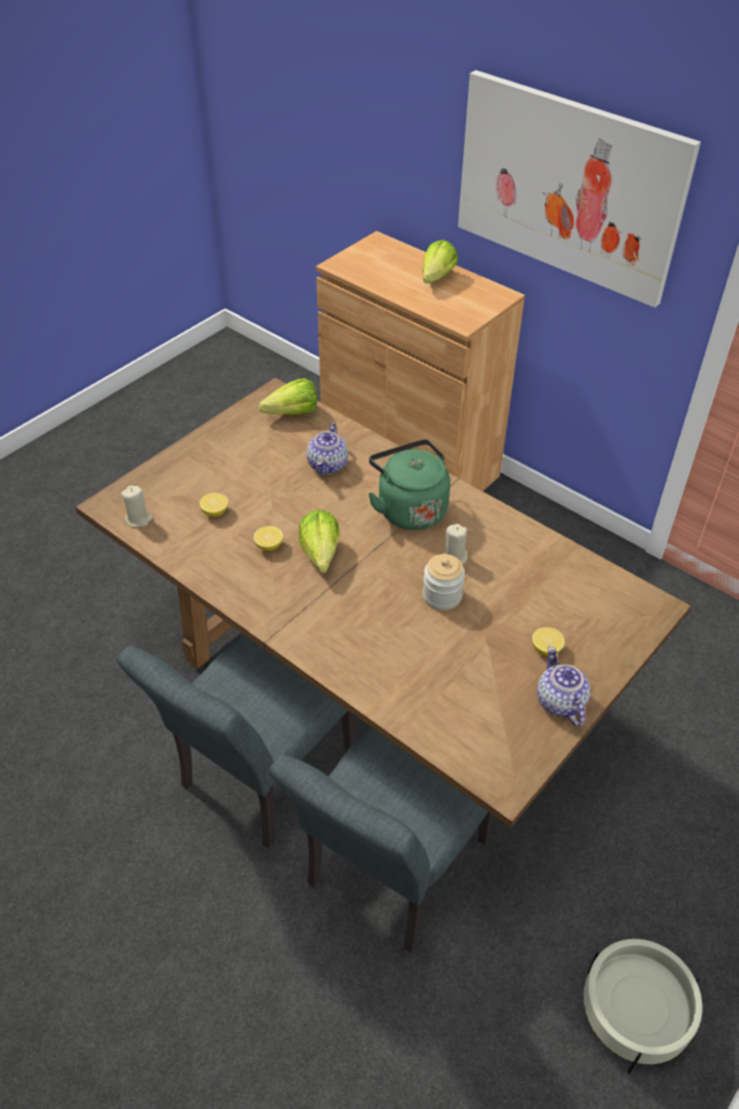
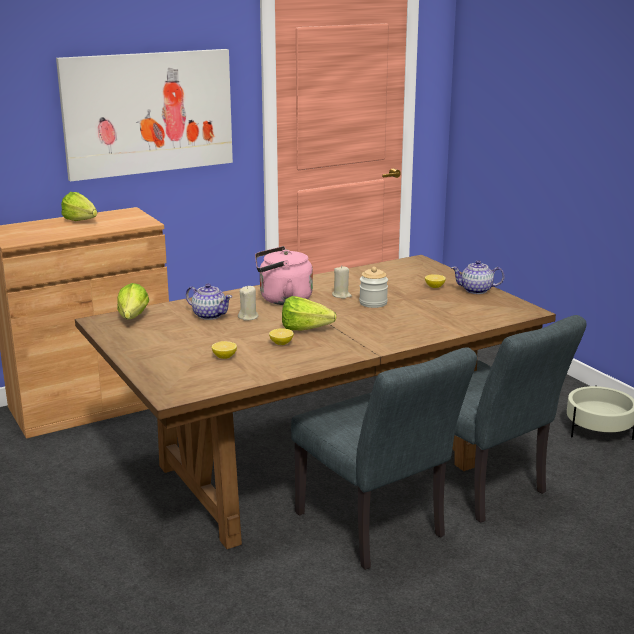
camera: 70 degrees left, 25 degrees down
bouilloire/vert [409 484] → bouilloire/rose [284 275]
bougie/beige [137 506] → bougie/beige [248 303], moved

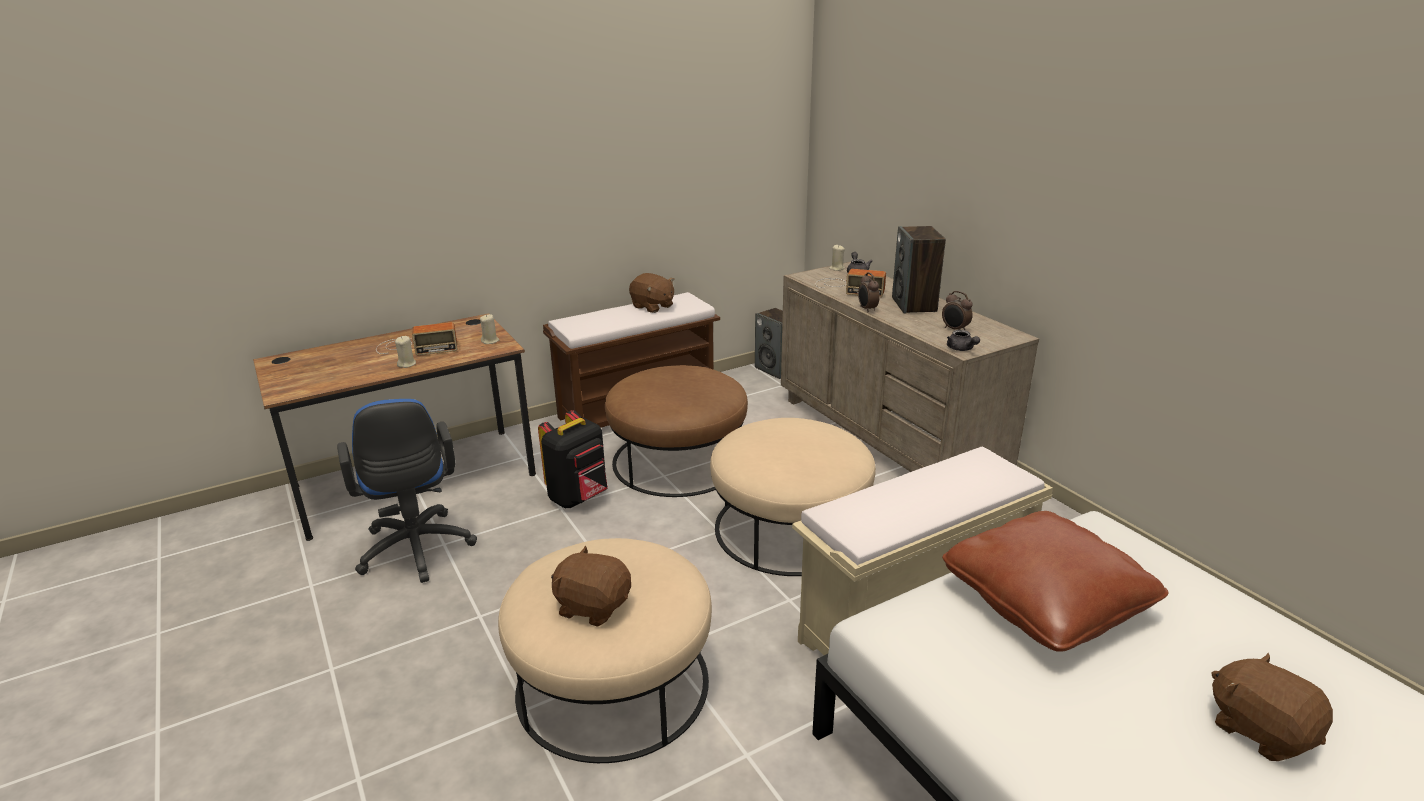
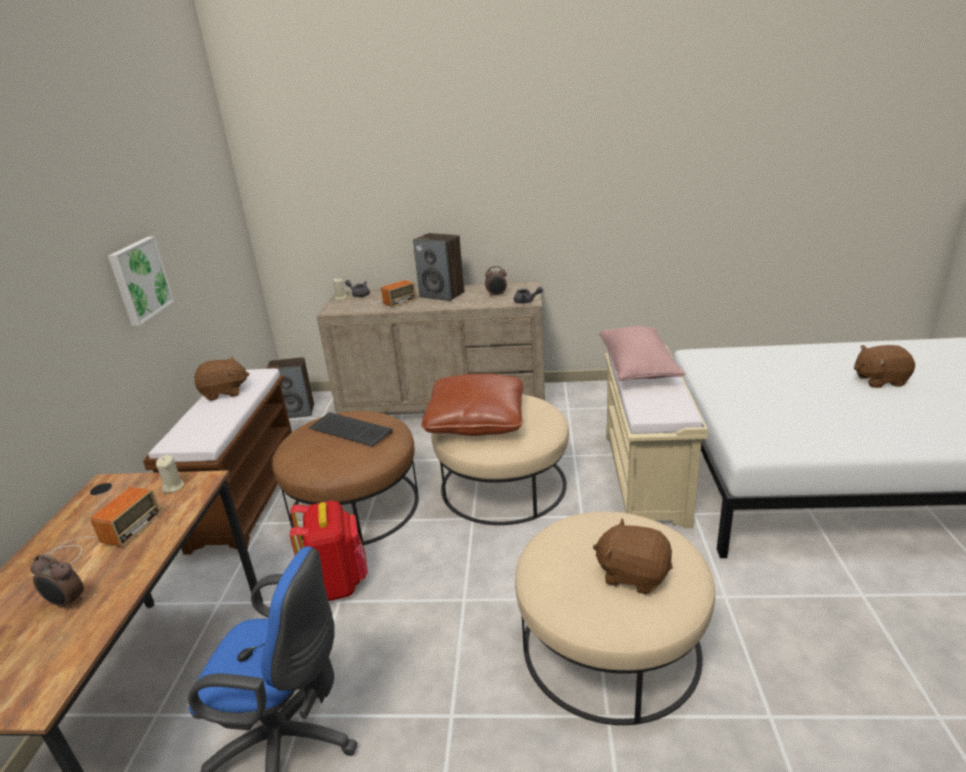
camera: 55 degrees left, 0 degrees up
réveil [869 292] → réveil [57 581], moved
bougie/beige [405 352] → -
sac à dos/noir [573 459] → sac à dos/rouge [329 551]
coussin/marron [1055 581] → coussin/marron [473 404], moved
peluche/marron [591 586] → peluche/marron [633 556], 60 degrees clockwise
- → tableau [141 281]
- → coussin/rose [642 353]
- → clavier [351 429]

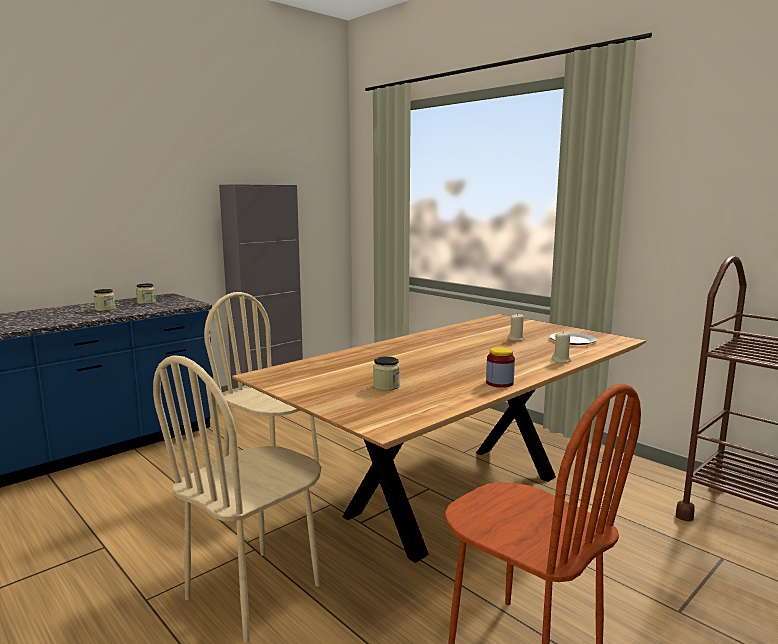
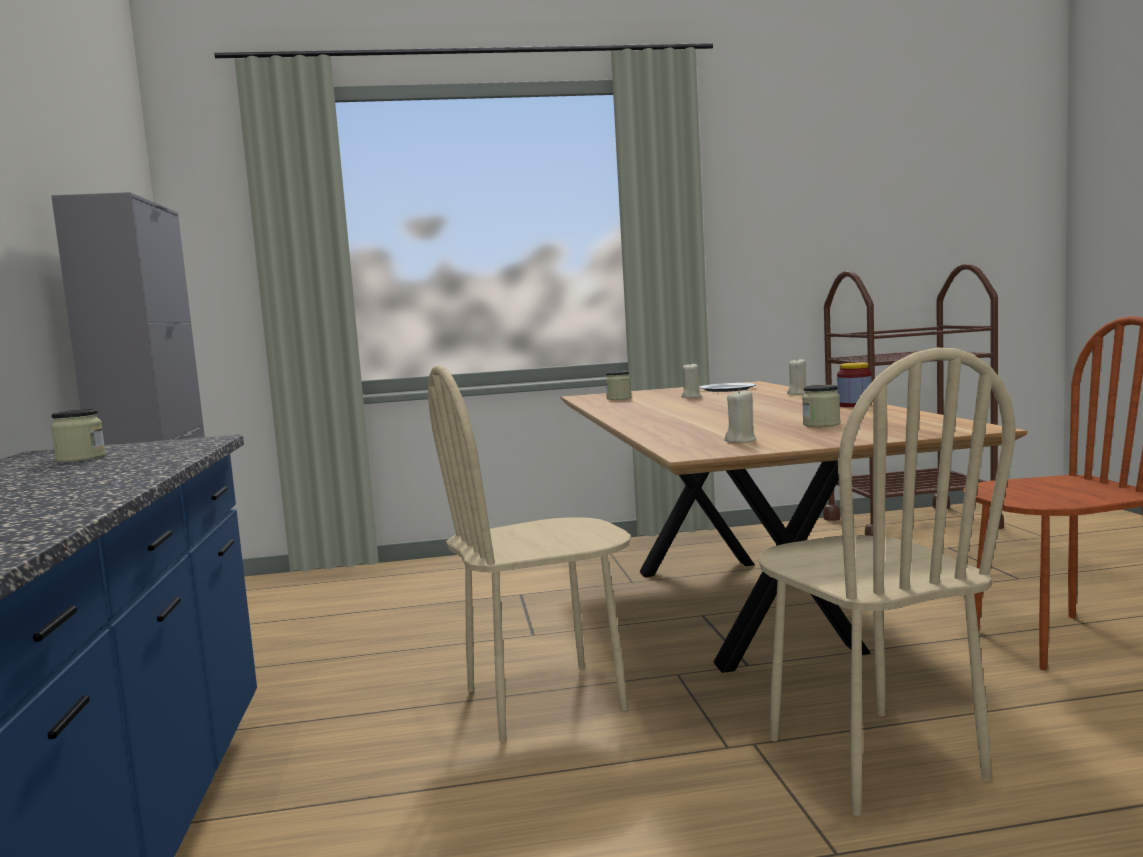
camera: 55 degrees left, 5 degrees down
bocal [105 300] → bocal [618 385], moved
- → bougie/beige [740 416]

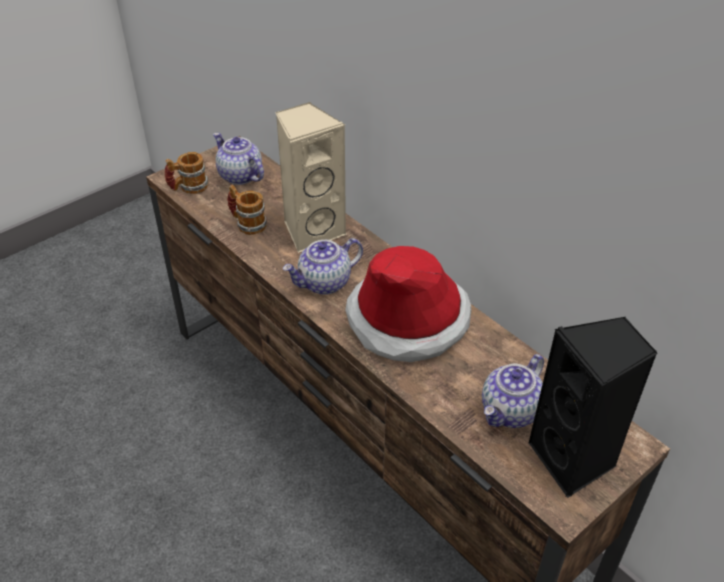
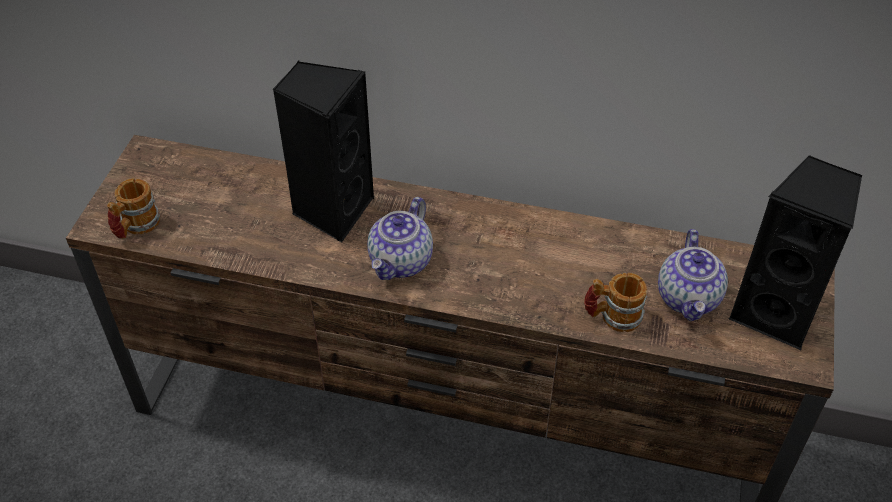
camera: 35 degrees left, 5 degrees up
enceinte/beige [311 177] → enceinte/noir [323 152]
théière [238 159] → -
mug [247 210] → mug [615 302], moved
chapeau [408 304] → -

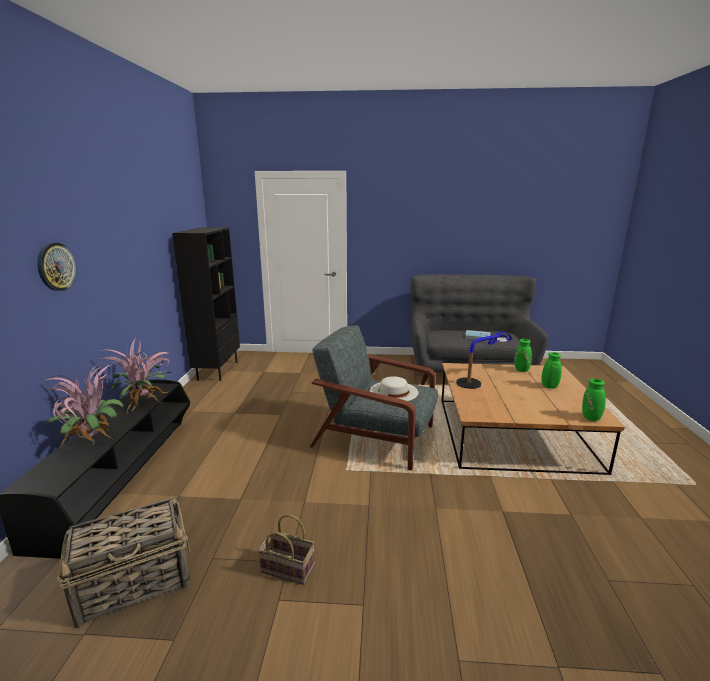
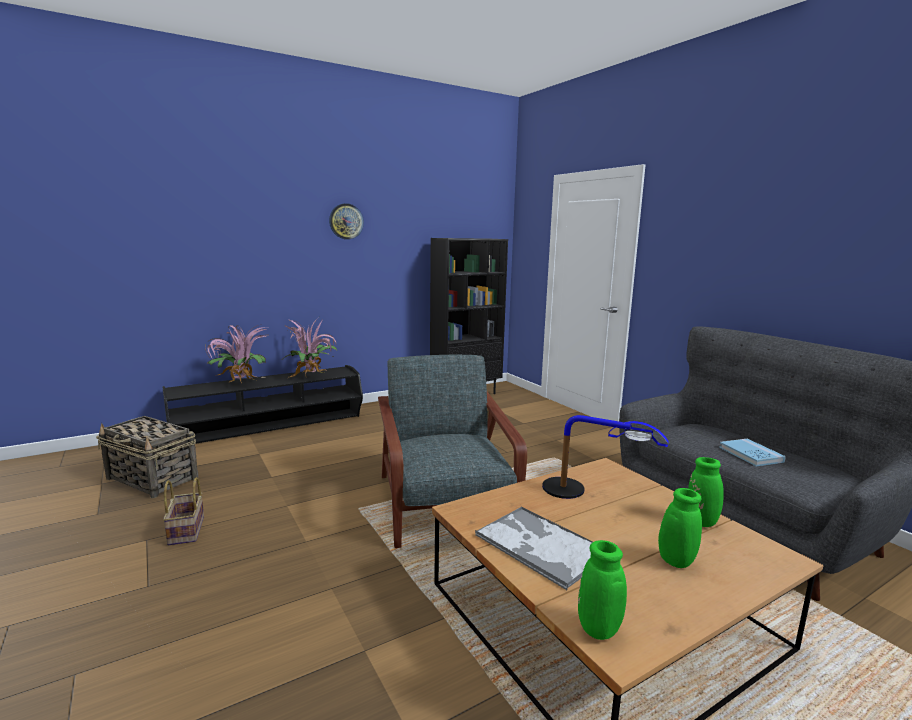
camera: 55 degrees right, 5 degrees down
horloge murale [57 266] → horloge murale [346 221], moved
chapeau/blanc [394 388] → -
- → plateau [534 548]

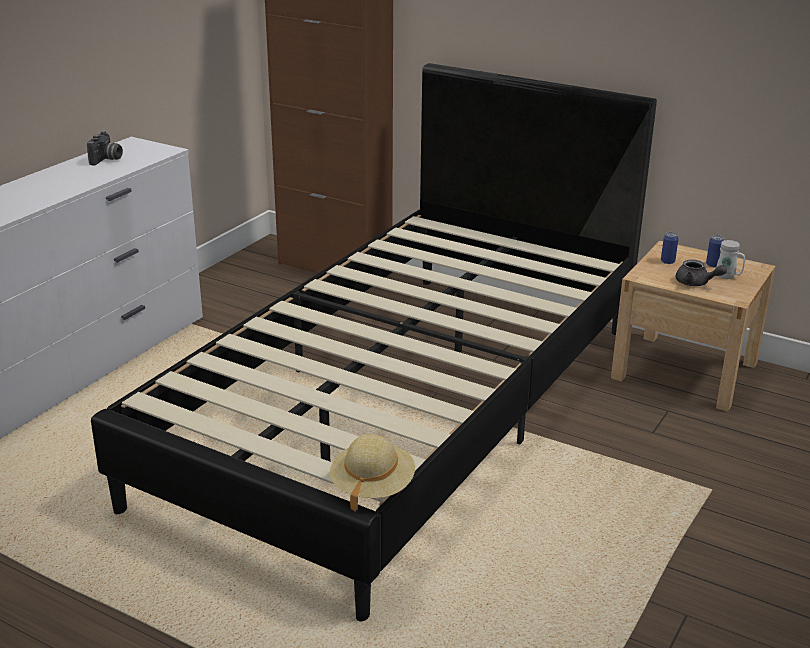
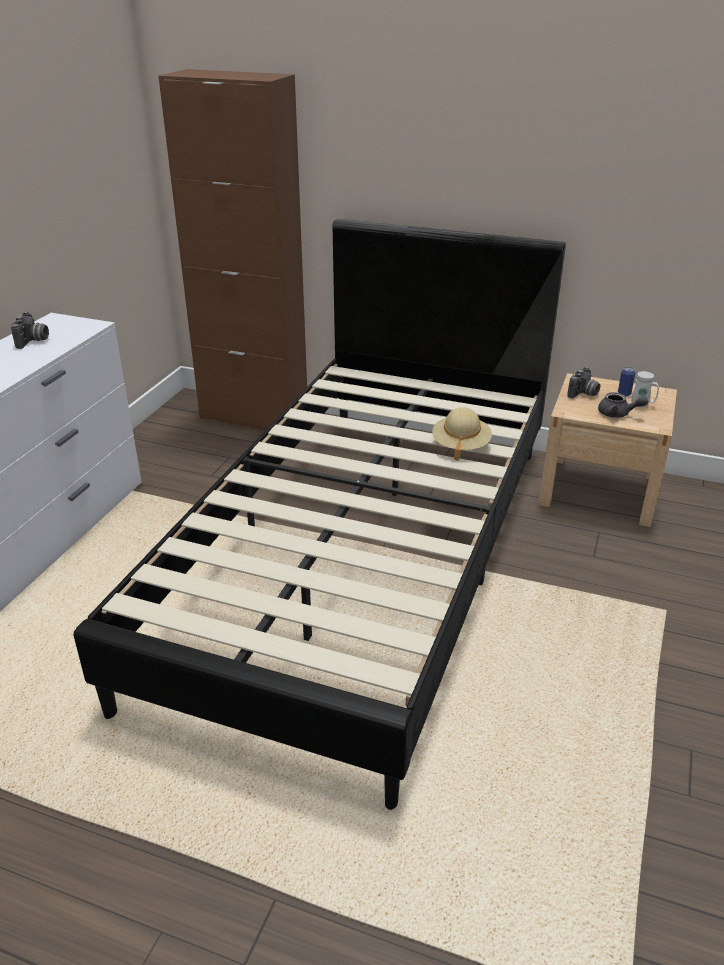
camera: 10 degrees left, 5 degrees up
boîte métallique [670 248] → appareil photo [583 382]
chapeau/beige [372 473] → chapeau/beige [462 434], moved

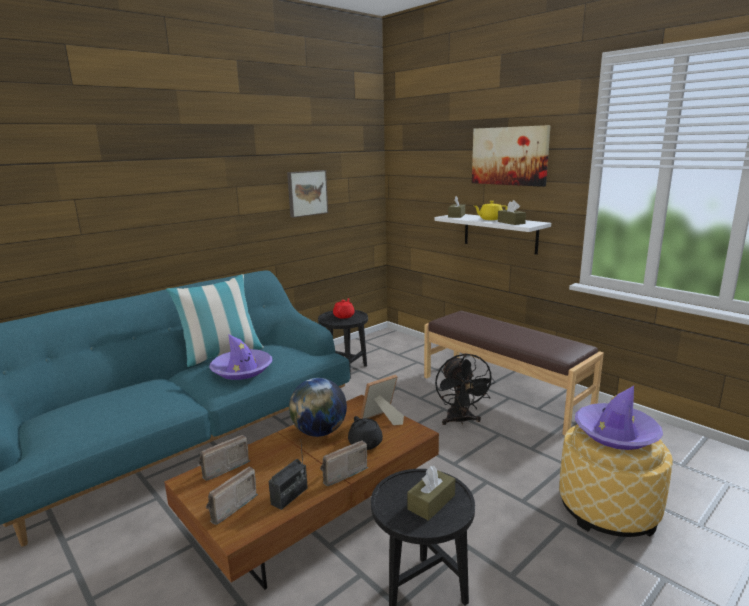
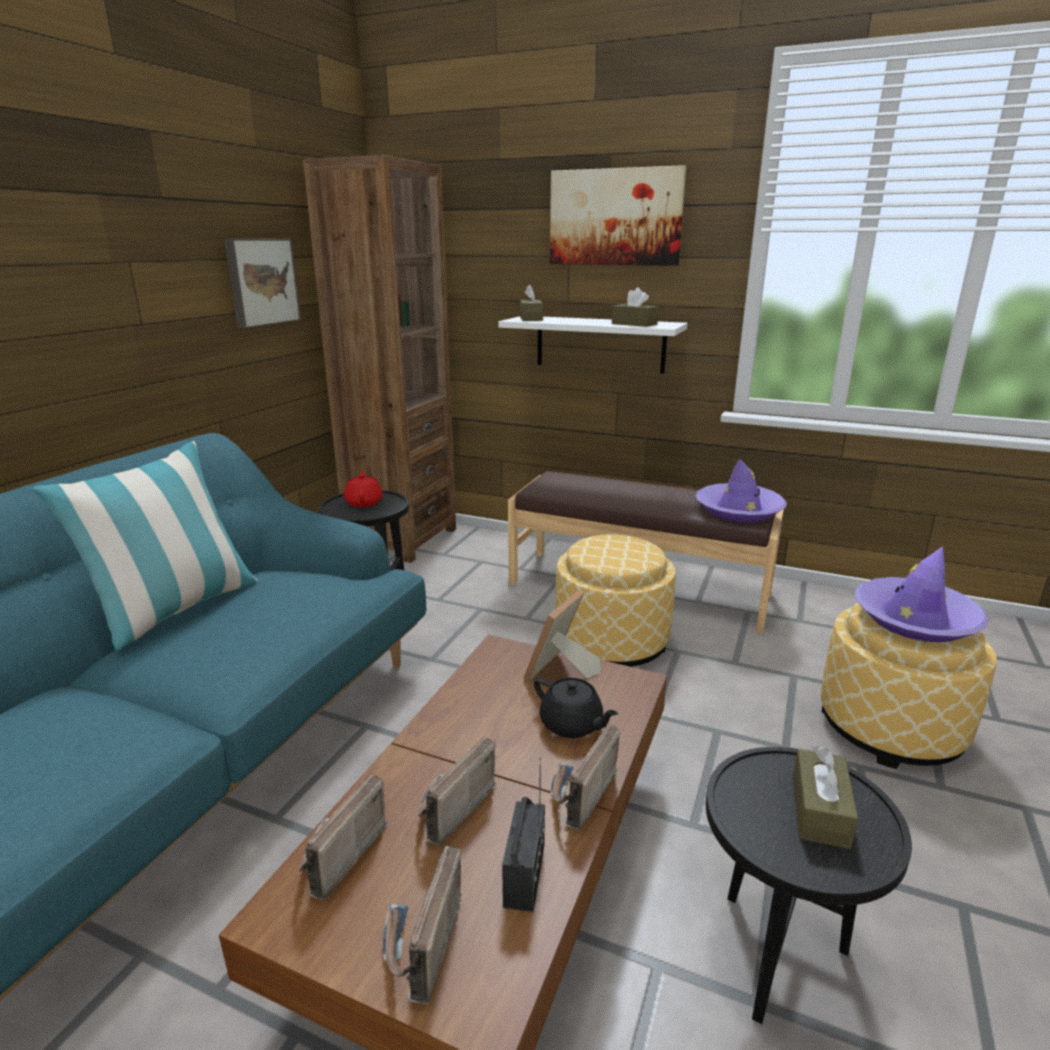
camera: 25 degrees left, 5 degrees up
théière/jaune [490 210] → -
chapeau/violet [240 357] → chapeau/violet [741 491], moved
ventilateur/noir [465 389] → pouf [615 600]
globe [318 407] → -
- → bibliothèque/marron [379 359]
- → radio [457 791]

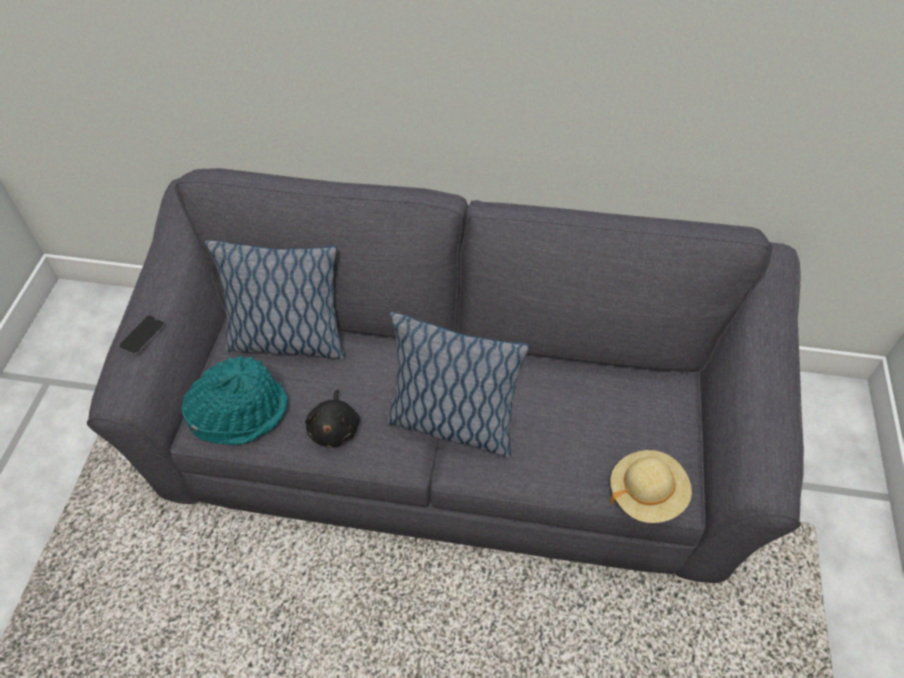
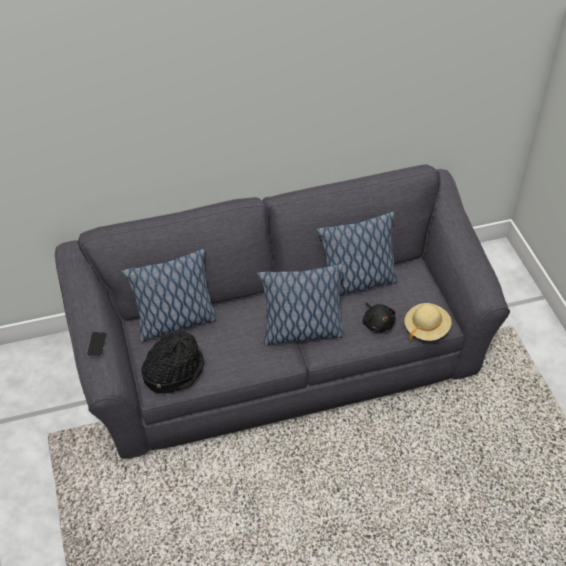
camera: 25 degrees left, 5 degrees down
chapeau/turquoise [235 400] → chapeau/noir [172 362]
peluche/noir [332 419] → peluche/noir [379 317], moved
- → coussin [357 253]

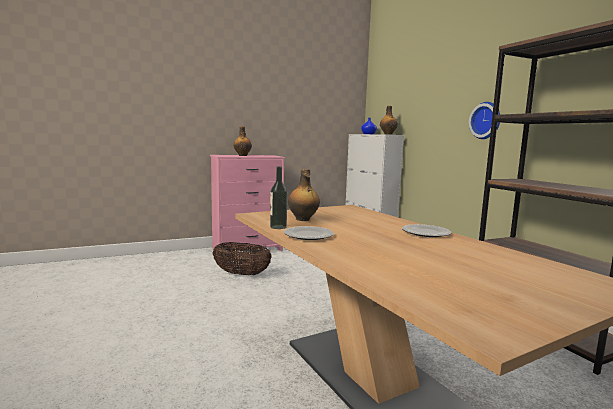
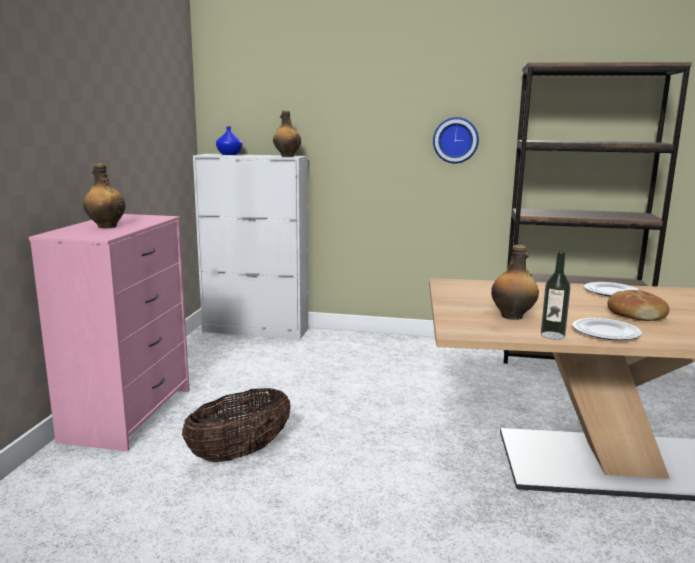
camera: 55 degrees left, 5 degrees up
- → pain [638 305]

